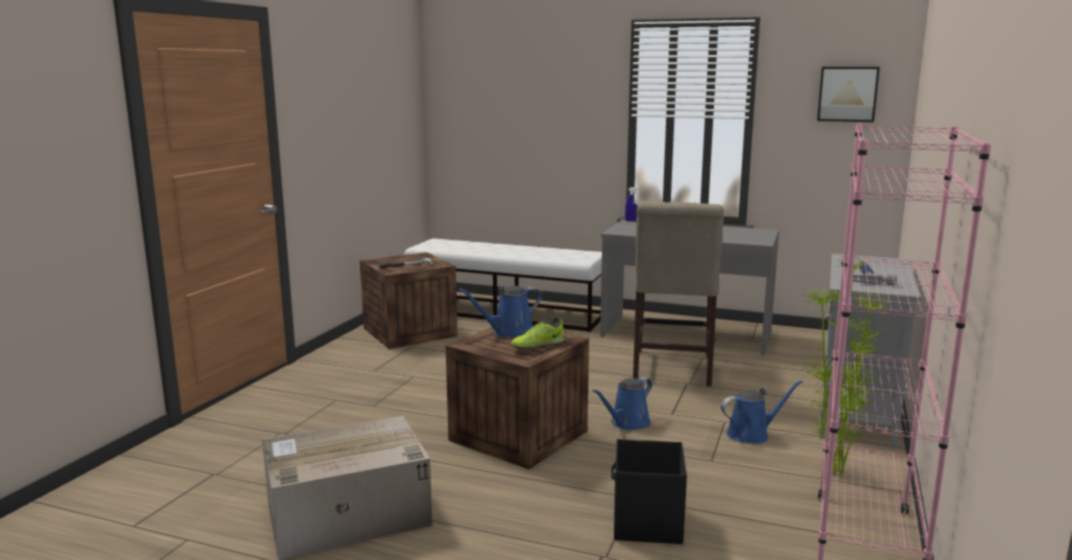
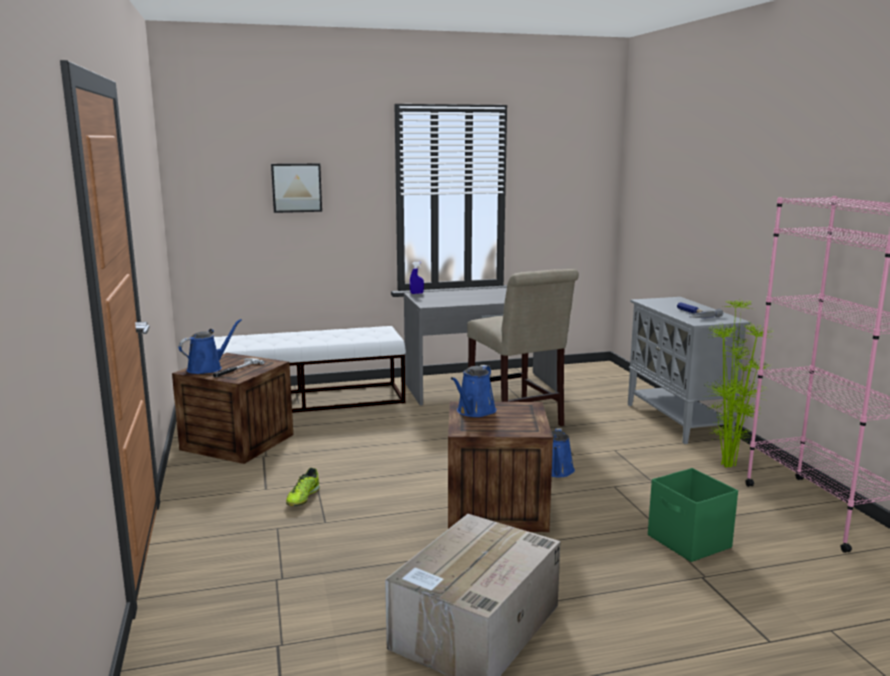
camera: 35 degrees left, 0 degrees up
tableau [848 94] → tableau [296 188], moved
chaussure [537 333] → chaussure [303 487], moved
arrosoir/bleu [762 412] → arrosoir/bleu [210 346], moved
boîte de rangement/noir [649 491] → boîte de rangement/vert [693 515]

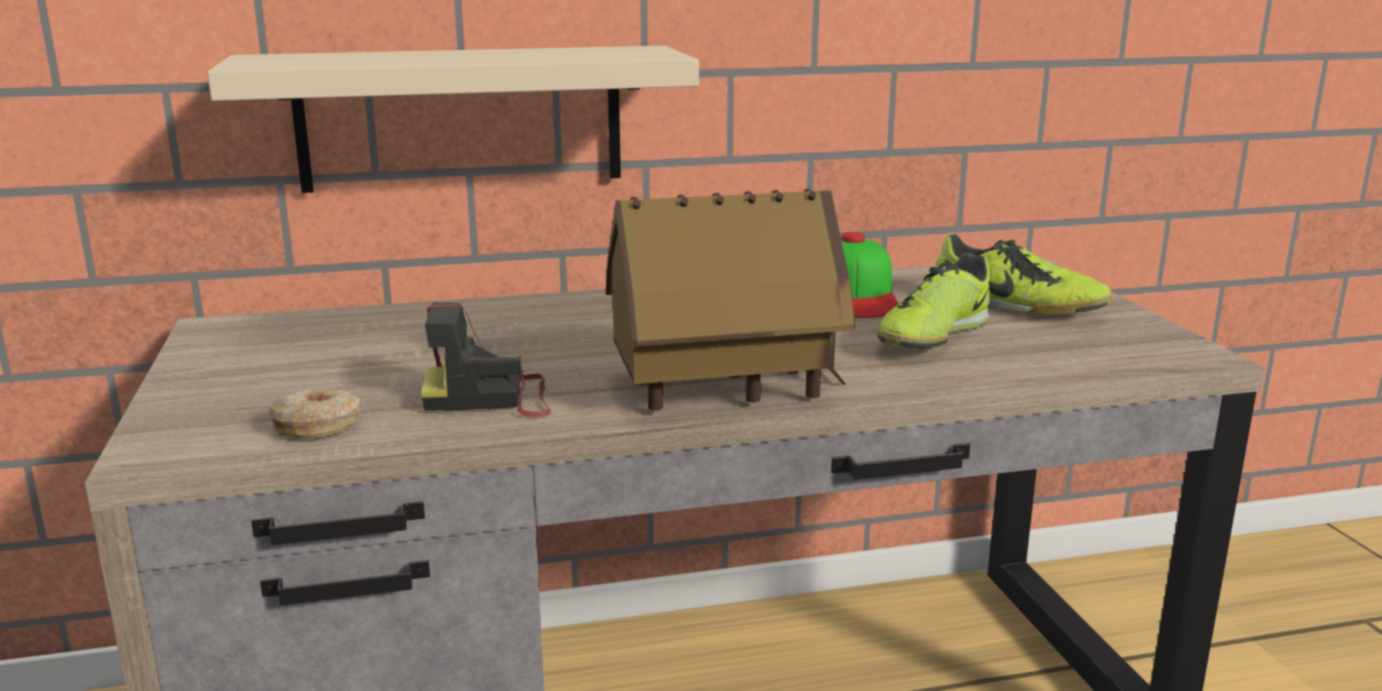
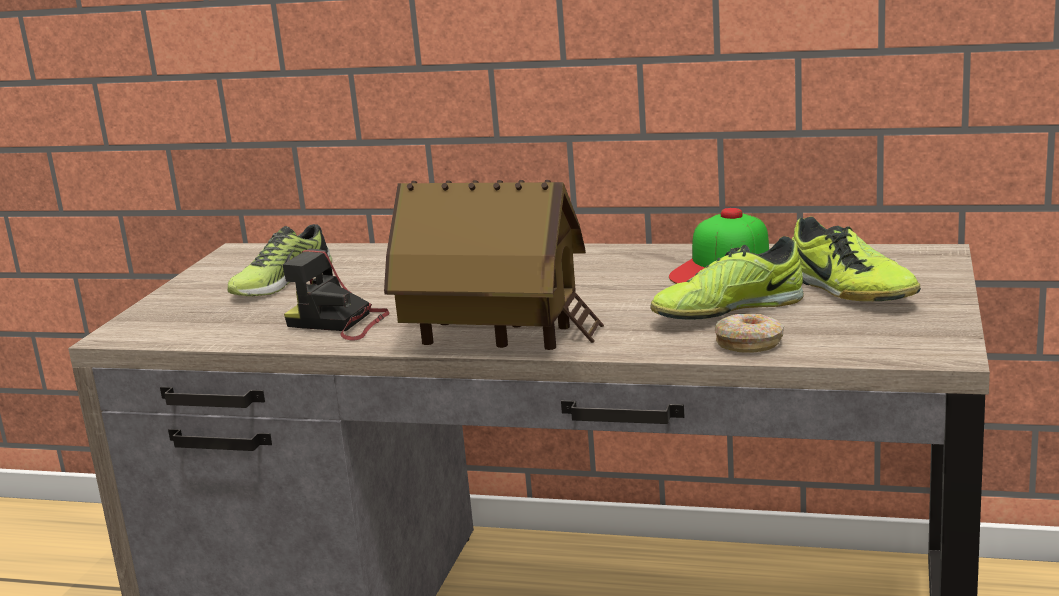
camera: 30 degrees right, 0 degrees up
étagère/beige [453 119] → -
beignet [314 413] → beignet [749 333], moved
- → chaussure [279 260]

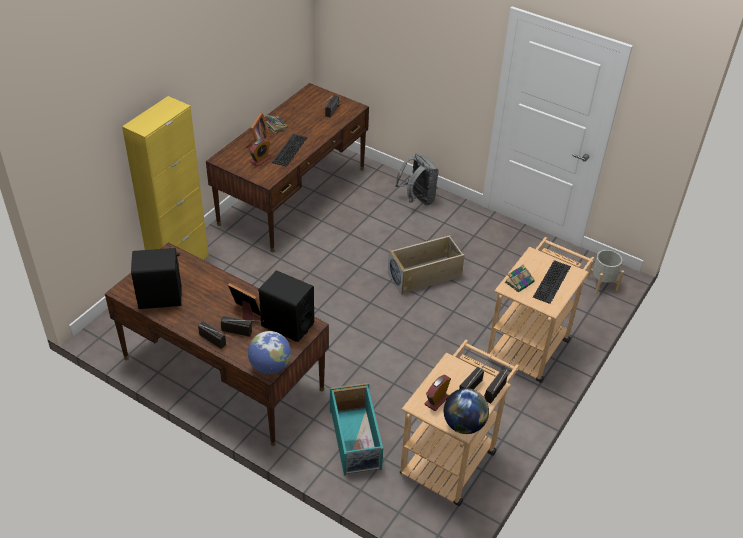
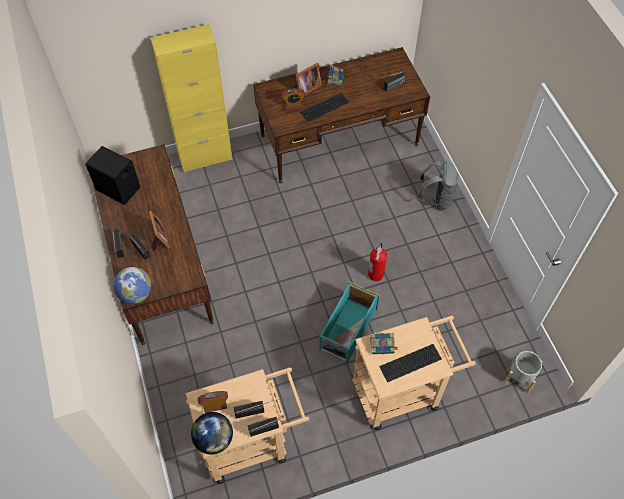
camera: 40 degrees right, 15 degrees up
boîte de rangement/beige [426 265] → extincteur [377 262]
enceinte/noir [286 306] → -
boîte de rangement/turquoise [356 429] → boîte de rangement/turquoise [349 322], moved

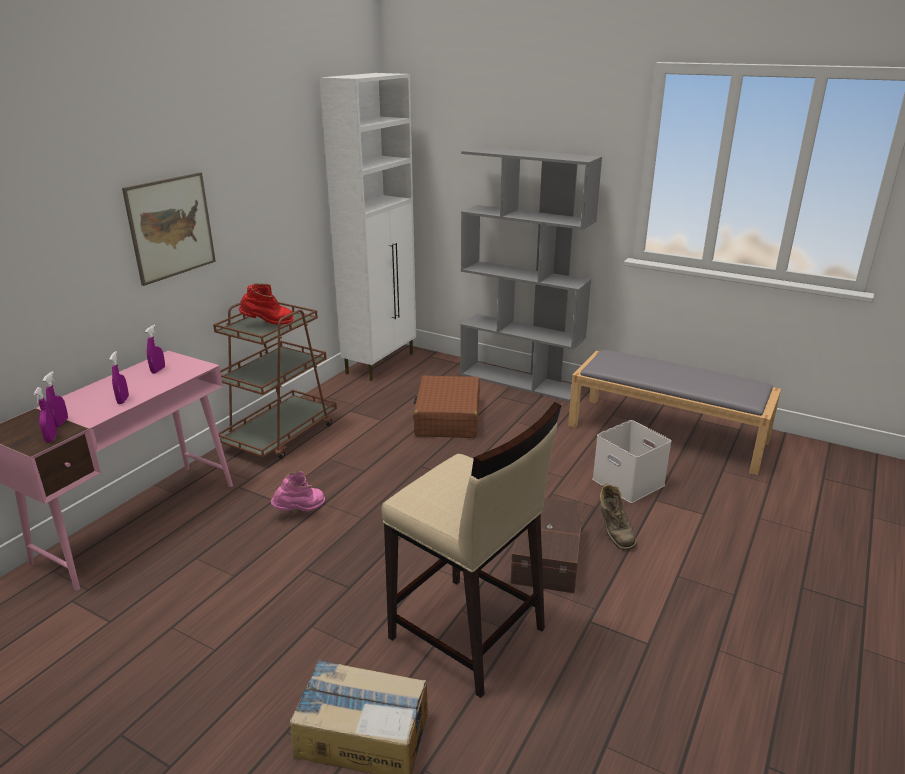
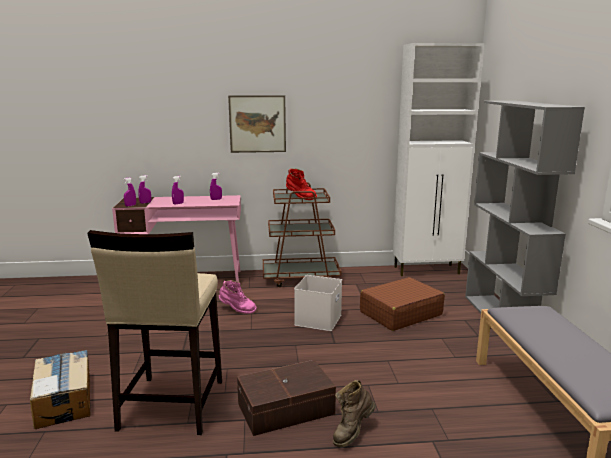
camera: 55 degrees right, 10 degrees down
boîte de rangement/blanc [632 461] → boîte de rangement/blanc [318 303], moved

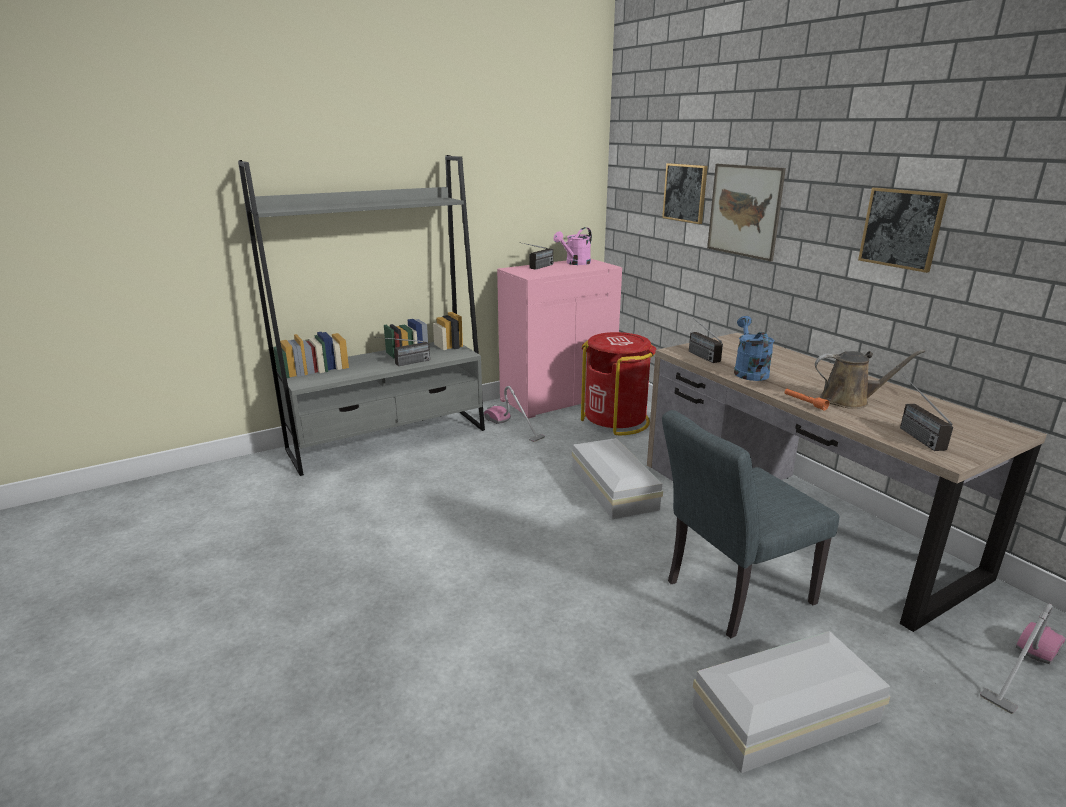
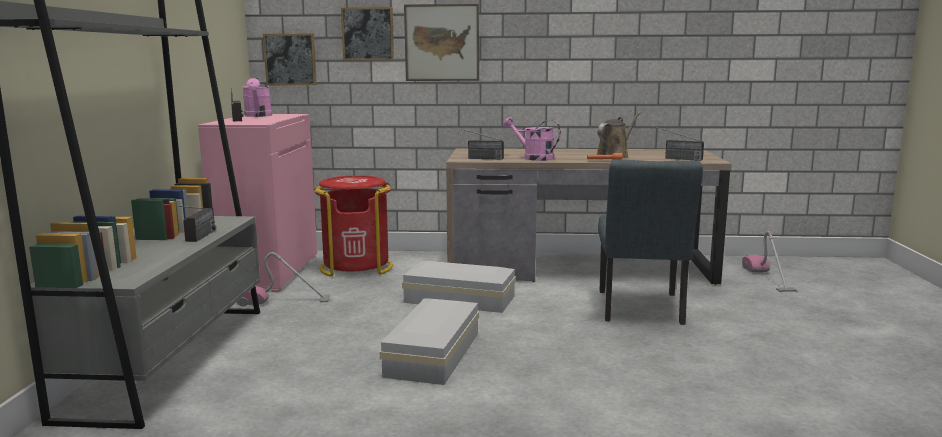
camera: 55 degrees left, 10 degrees down
tableau [903 230] → tableau [290 59], moved
arrosoir/bleu [754 348] → arrosoir/rose [532 139]
boîte de rangement/blanc [791 702] → boîte de rangement/blanc [429 341], moved

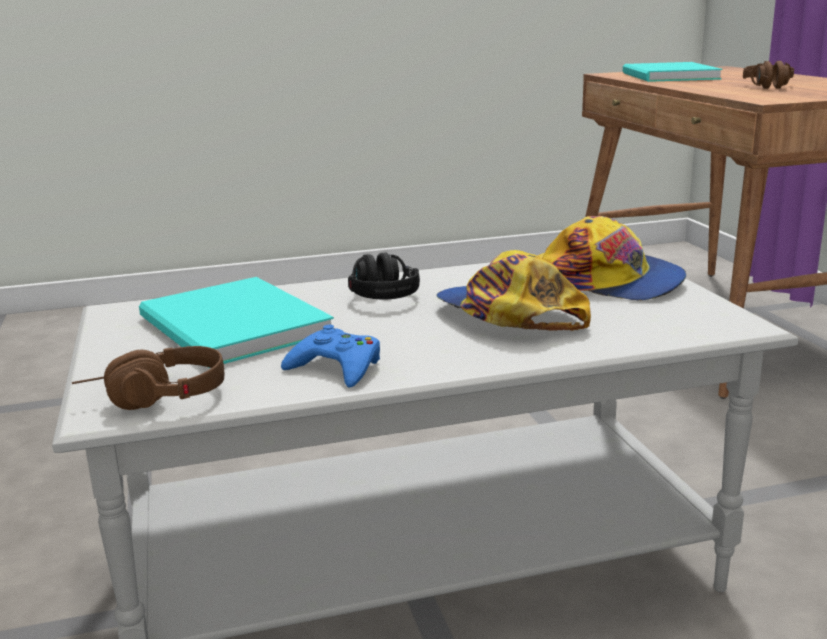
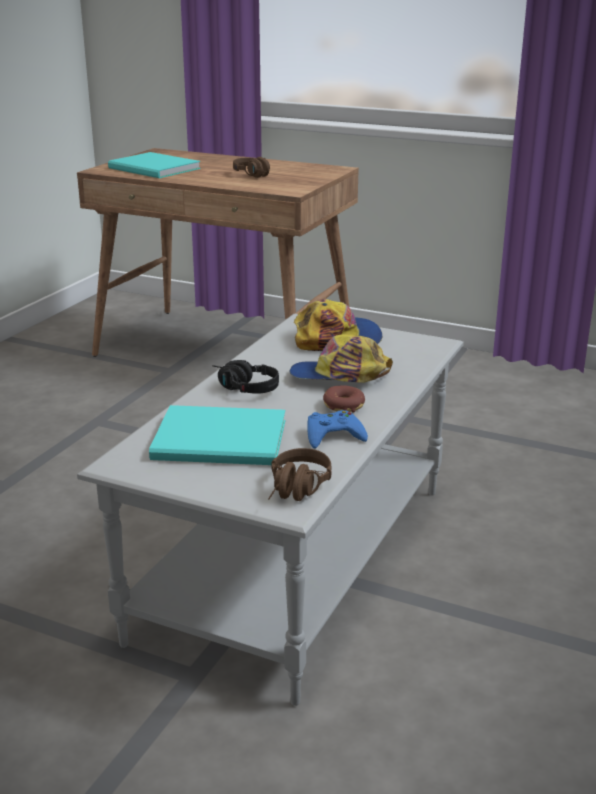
camera: 50 degrees left, 5 degrees up
- → beignet [344 399]

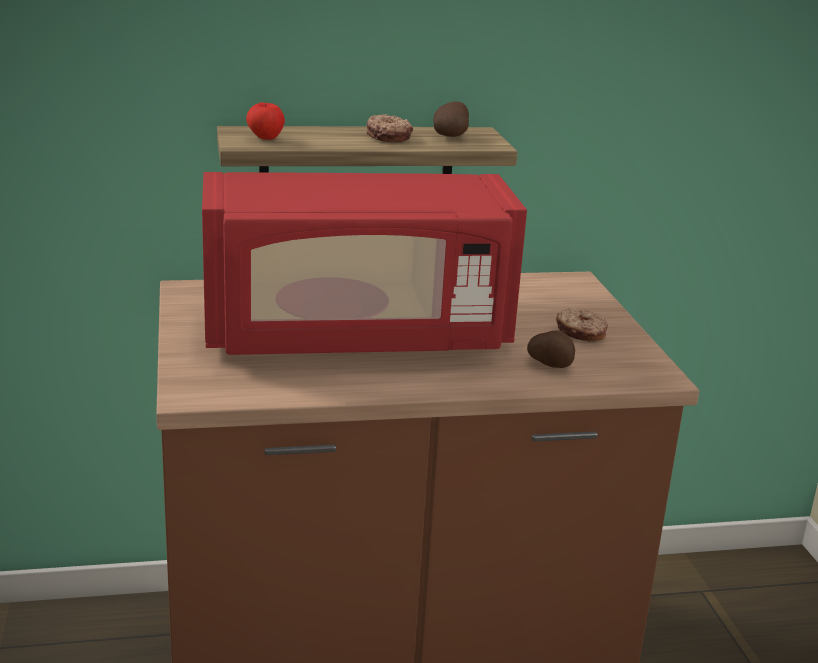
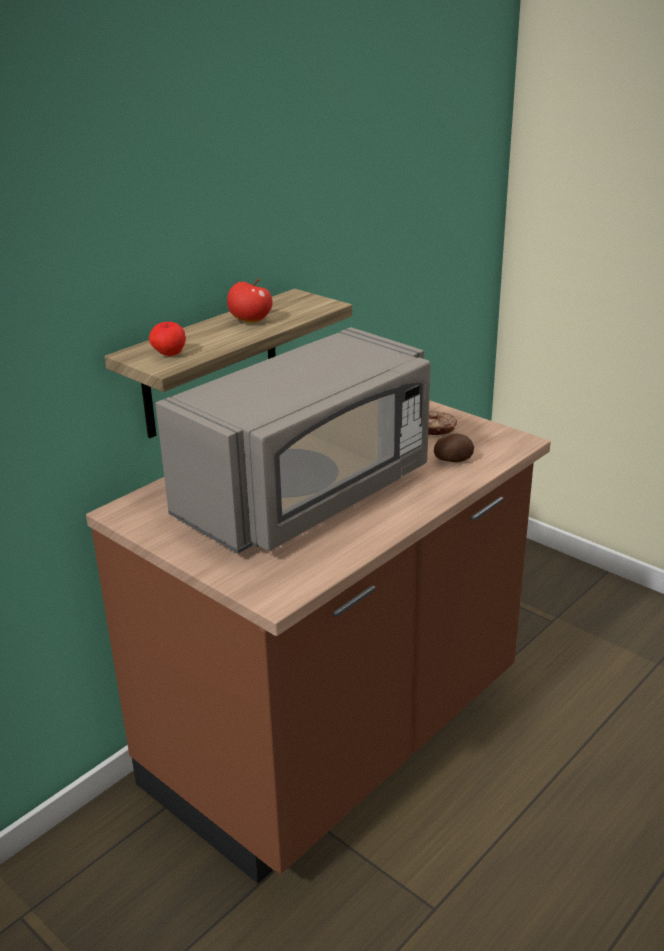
camera: 35 degrees left, 5 degrees up
pomme de terre [451 119] → -
beignet [390 128] → pomme [250 301]
micro-ondes/rouge [364 263] → micro-ondes/gris [293 440]

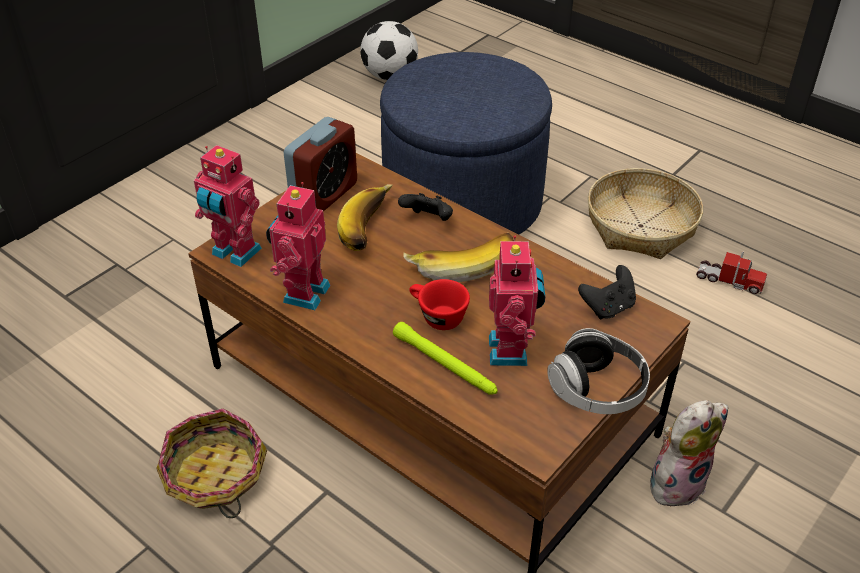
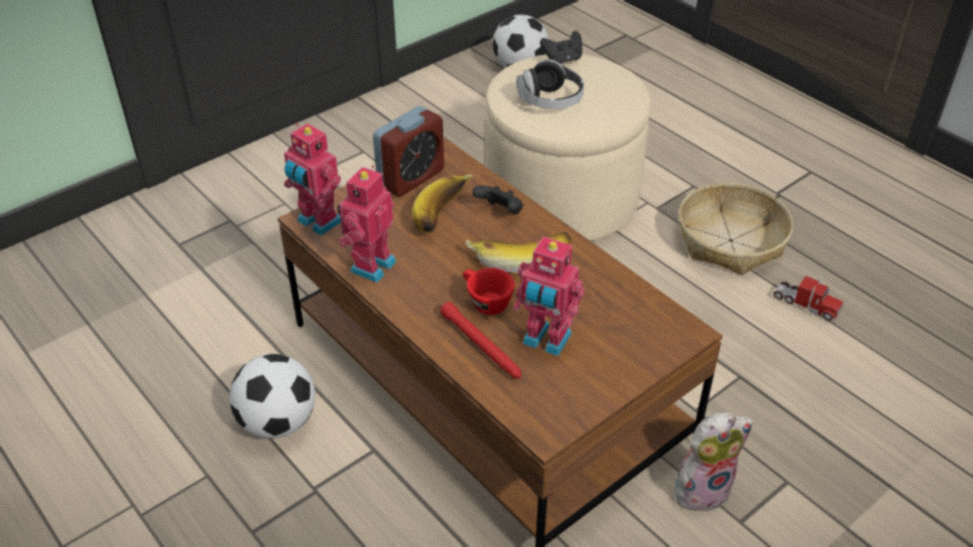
camera: 10 degrees right, 0 degrees up
pouf/bleu [466 143] → pouf/beige [568 147]
robot jouet [517 300] → robot jouet [549 296], 105 degrees clockwise
manette/noir [607 292] → manette/noir [561 47], moved
lampe de poche/vert [445 358] → lampe de poche/rouge [480 340]
casque audio [598 371] → casque audio [550 84], moved
panier [211 463] → ballon de foot [272 396]

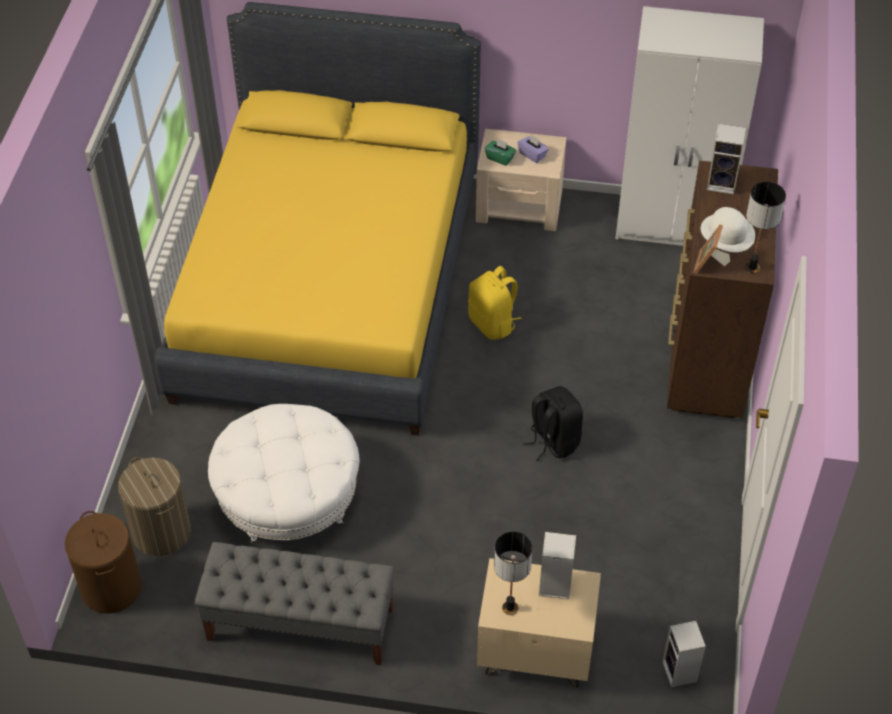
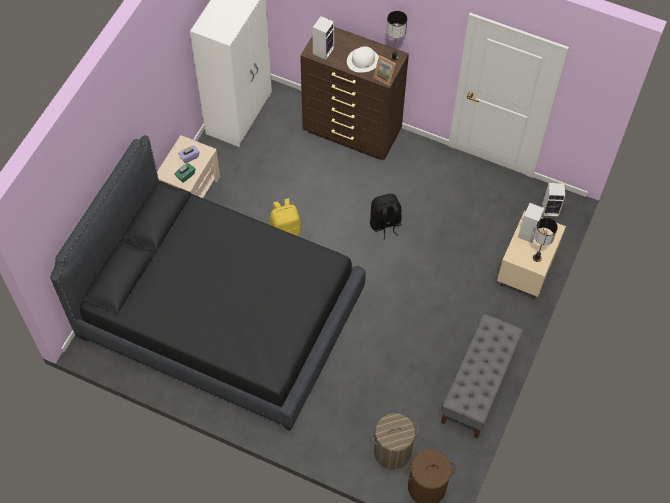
camera: 75 degrees left, 10 degrees up
lit/jaune [317 219] → lit/noir [208 283]
pouf/blanc [284 474] → -

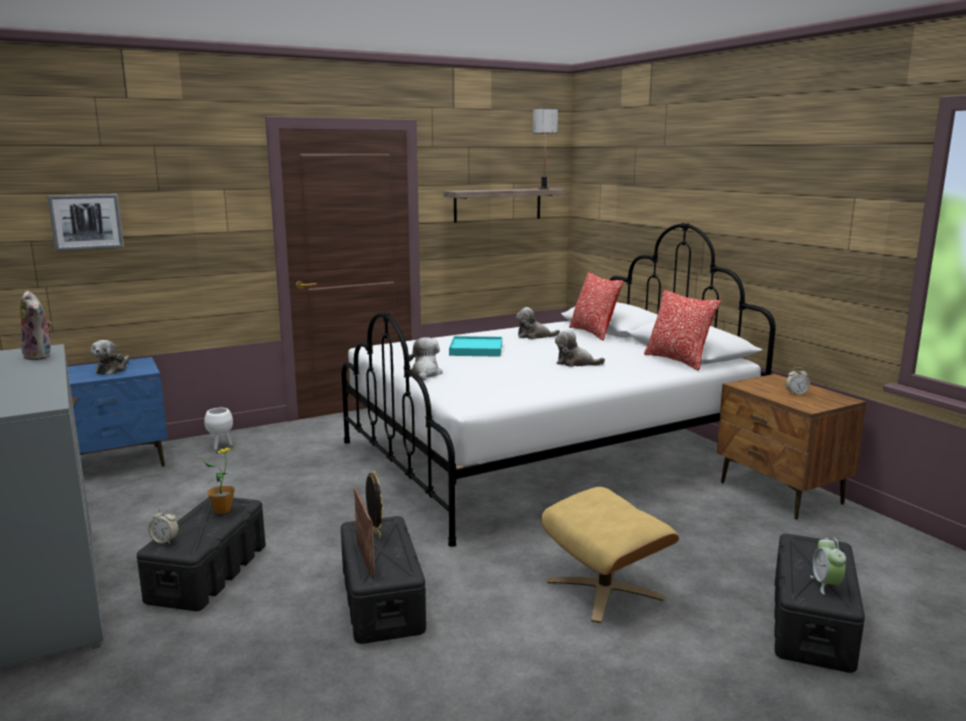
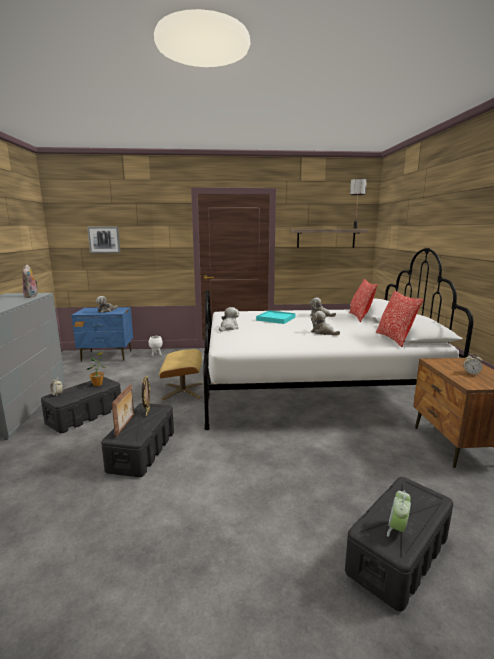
camera: 25 degrees right, 0 degrees up
pouf/beige [610 555] → pouf/beige [181 374], moved

